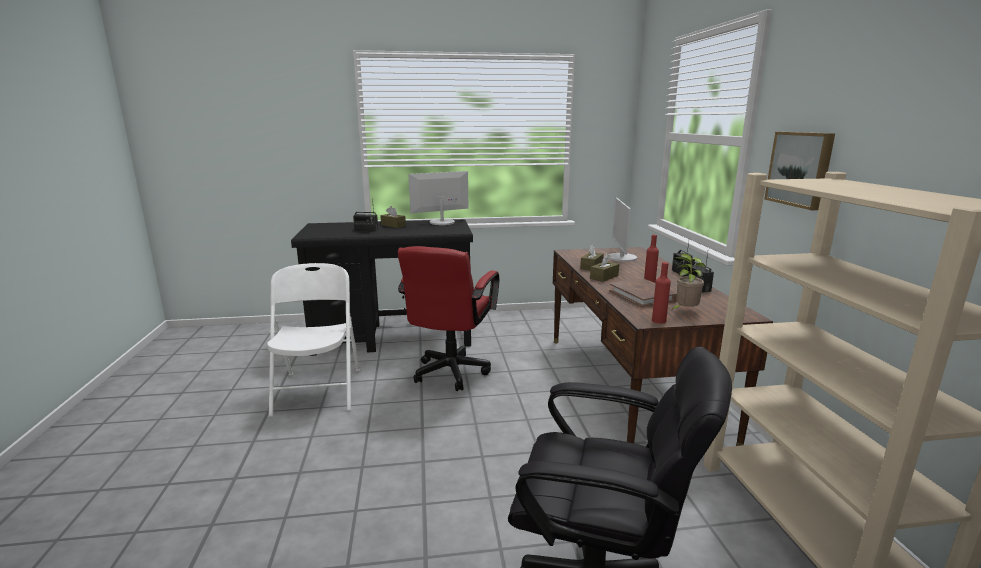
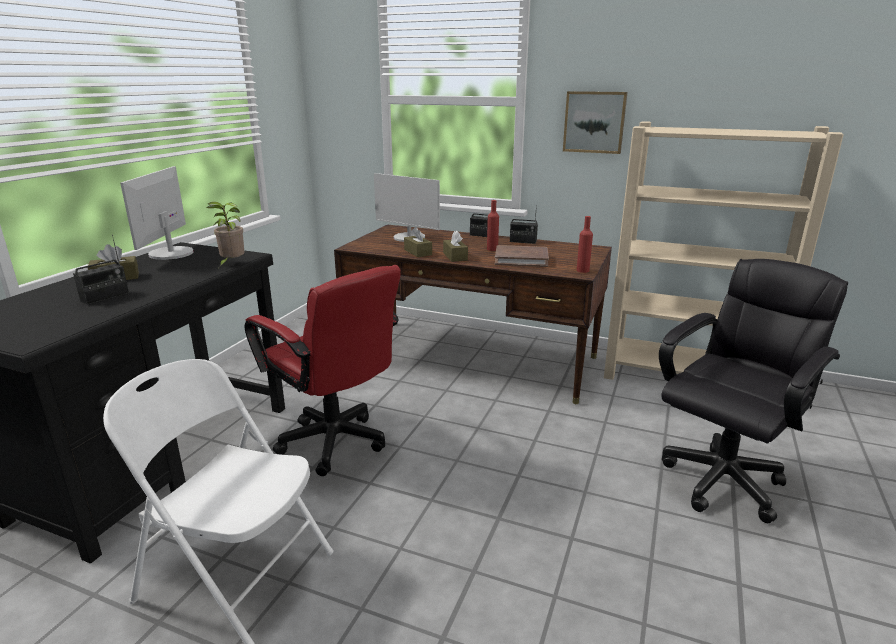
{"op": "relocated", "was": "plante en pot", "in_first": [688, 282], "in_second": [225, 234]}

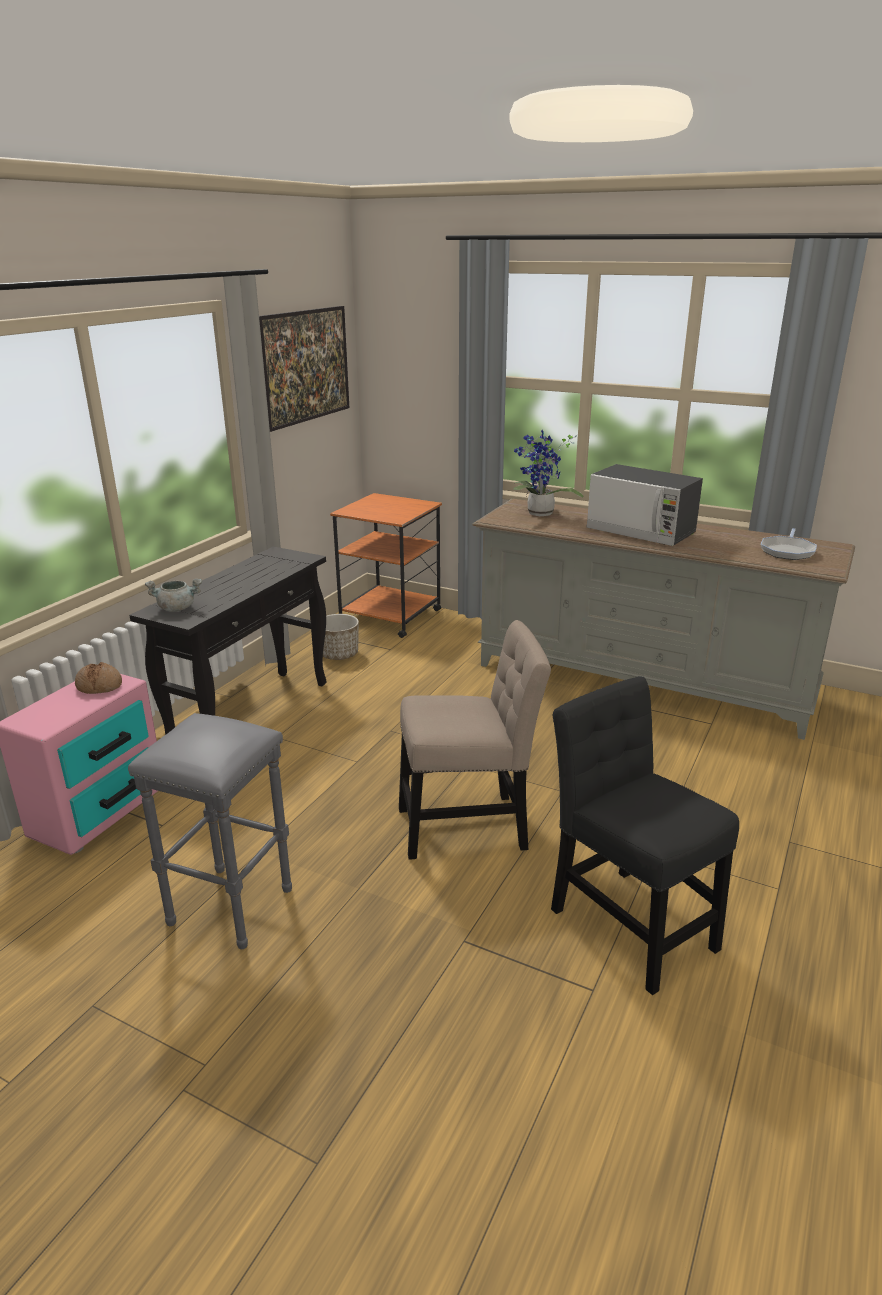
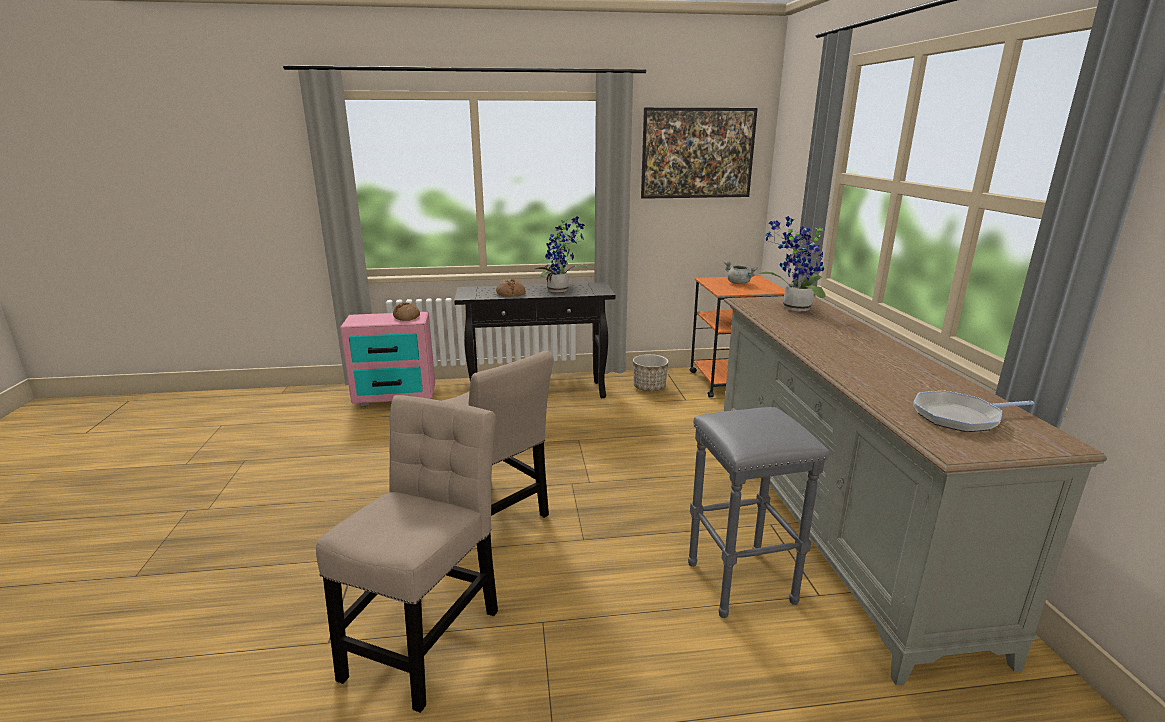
{"op": "missing", "was": "micro-ondes", "in_first": [644, 505]}
{"op": "relocated", "was": "marmite (gris)", "in_first": [173, 595], "in_second": [741, 272]}
{"op": "colour", "was": "chaise (noir)", "now": "chaise (beige)", "in_first": [645, 835], "in_second": [407, 554]}
{"op": "relocated", "was": "tabouret (gris)", "in_first": [210, 831], "in_second": [758, 512]}
{"op": "appeared", "now": "plante en pot", "in_second": [561, 254]}
{"op": "appeared", "now": "pain", "in_second": [511, 288]}

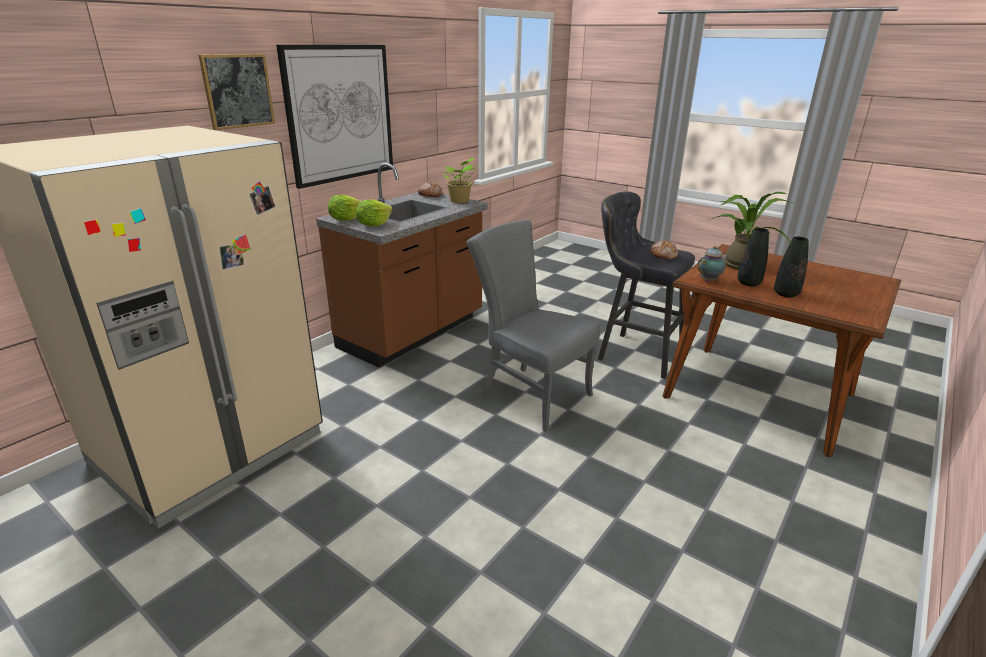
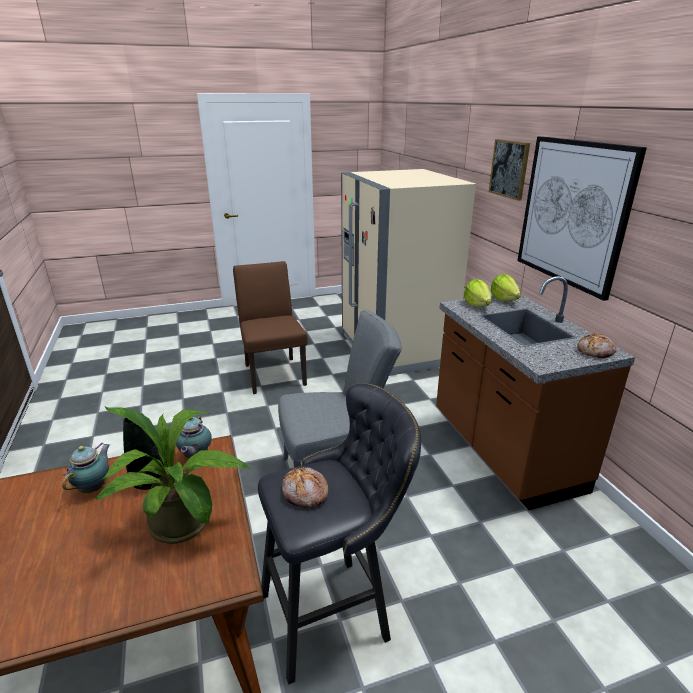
{"op": "missing", "was": "plante en pot", "in_first": [460, 180]}
{"op": "exchanged", "was": "vase (noir)", "now": "théière", "in_first": [791, 267], "in_second": [86, 468]}
{"op": "appeared", "now": "chaise (marron)", "in_second": [270, 327]}

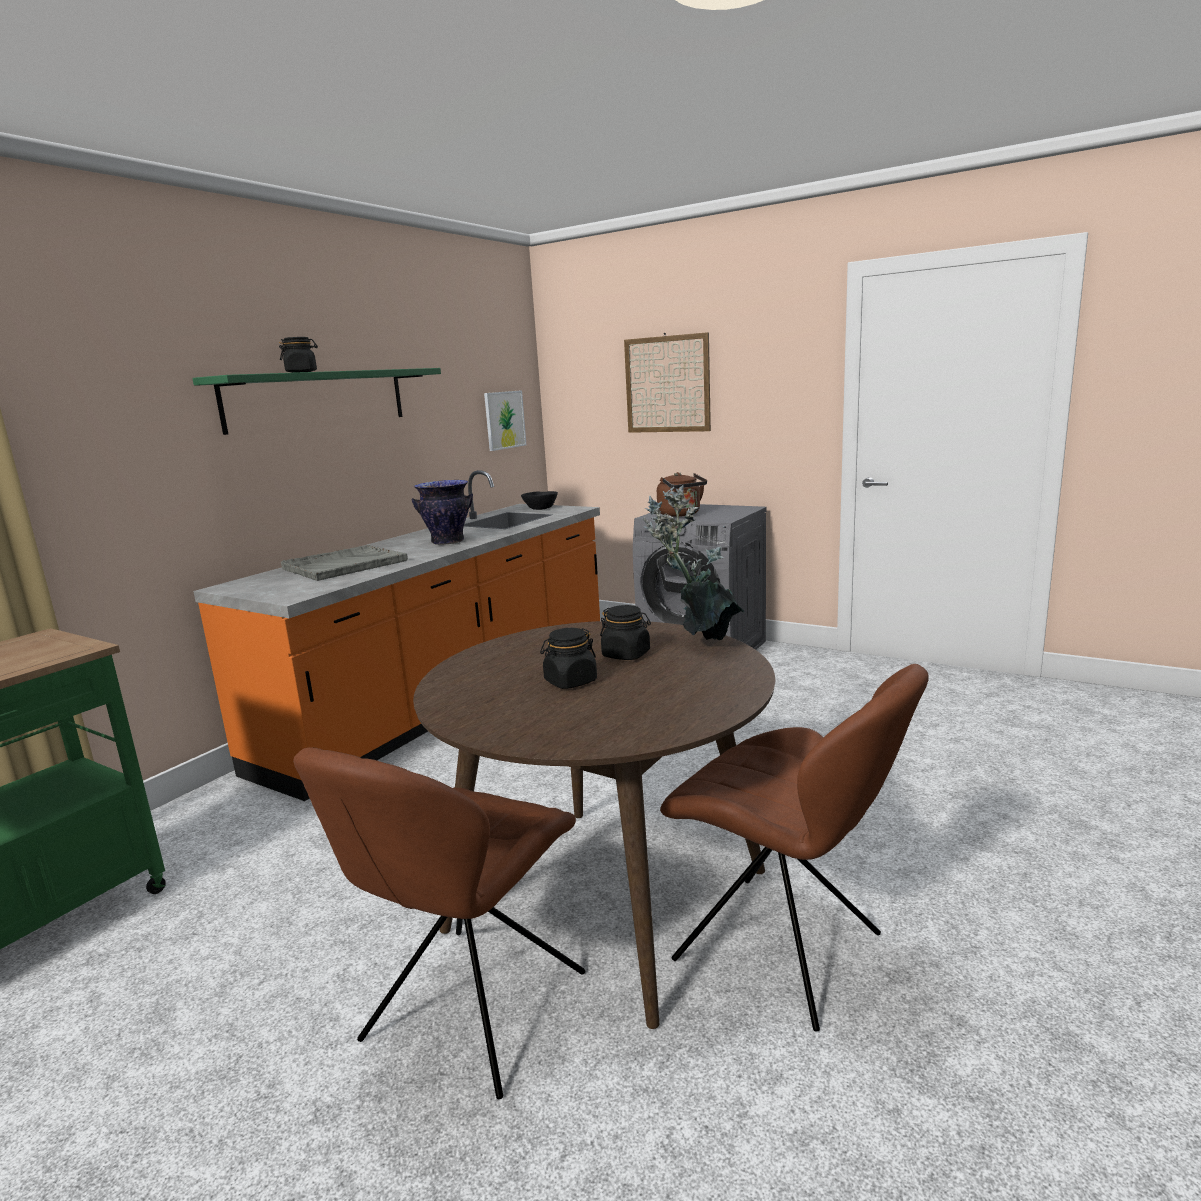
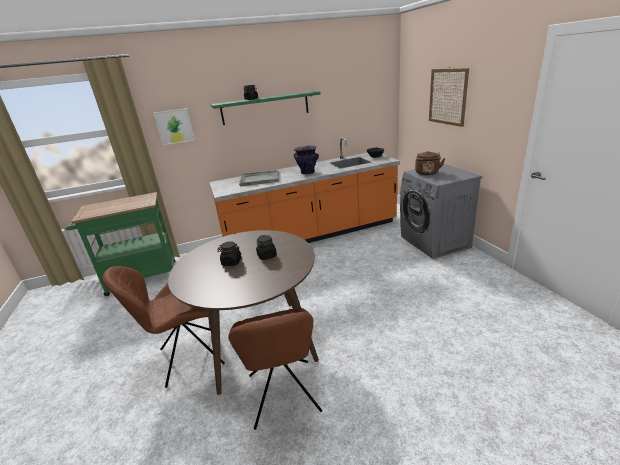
{"op": "relocated", "was": "tableau", "in_first": [505, 420], "in_second": [174, 126]}
{"op": "missing", "was": "plante en pot", "in_first": [693, 562]}

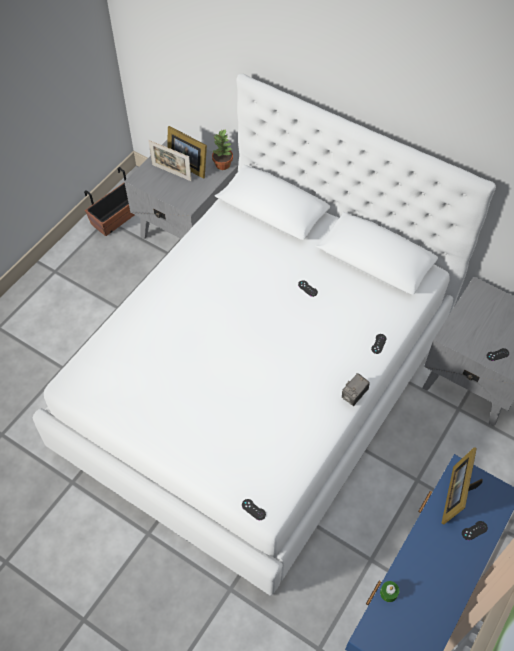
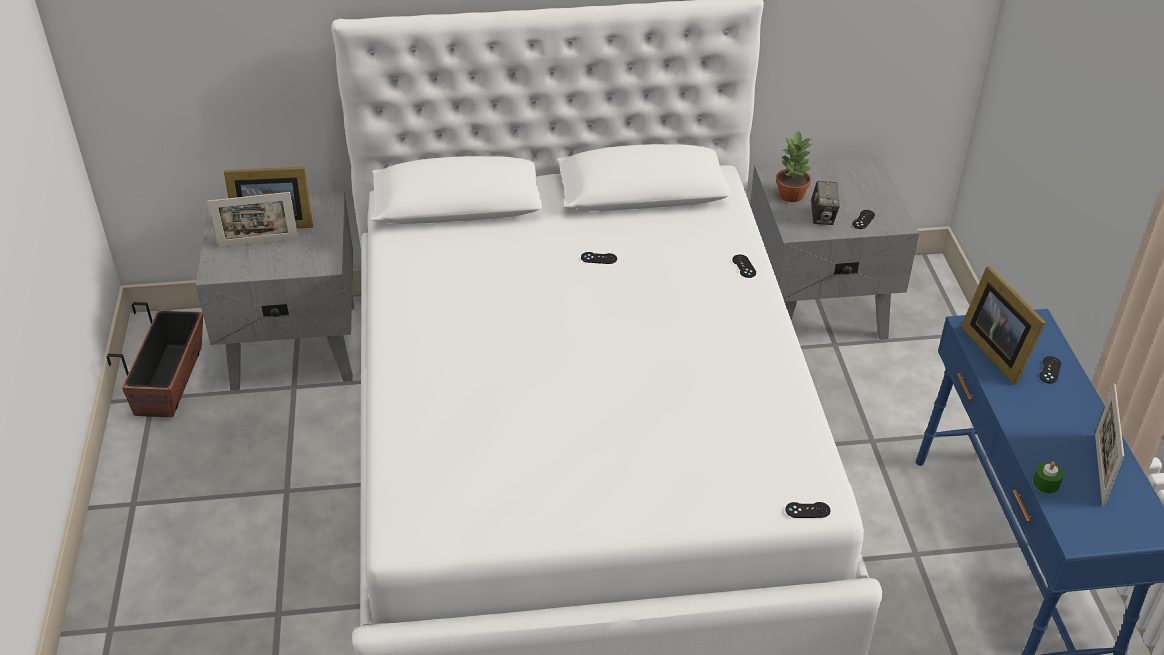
{"op": "relocated", "was": "plante en pot", "in_first": [222, 149], "in_second": [794, 166]}
{"op": "relocated", "was": "appareil photo", "in_first": [356, 389], "in_second": [825, 203]}
{"op": "appeared", "now": "cadre photo", "in_second": [1109, 445]}

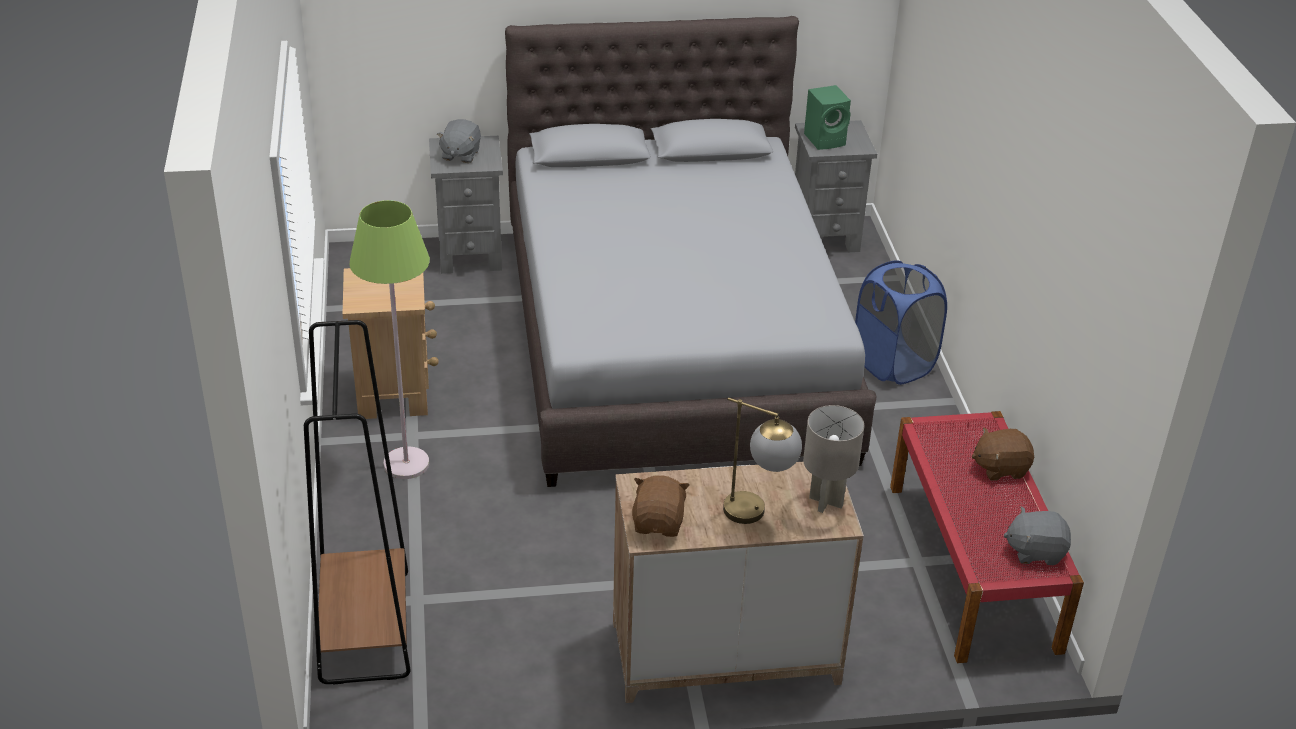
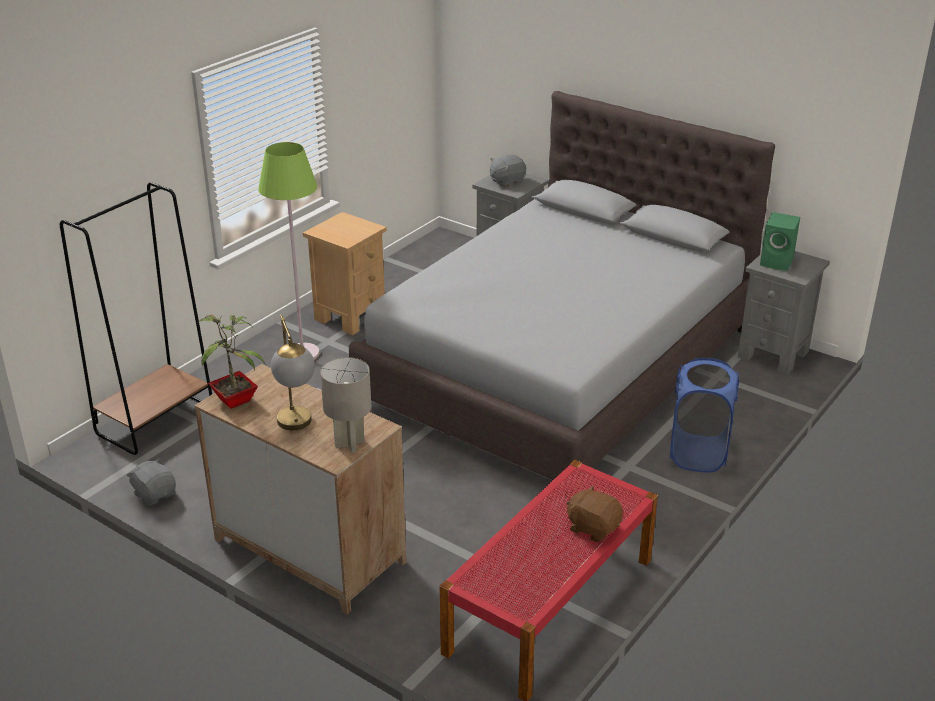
{"op": "exchanged", "was": "peluche (marron)", "now": "plante en pot", "in_first": [660, 506], "in_second": [232, 362]}
{"op": "relocated", "was": "peluche (gris)", "in_first": [1037, 535], "in_second": [151, 482]}

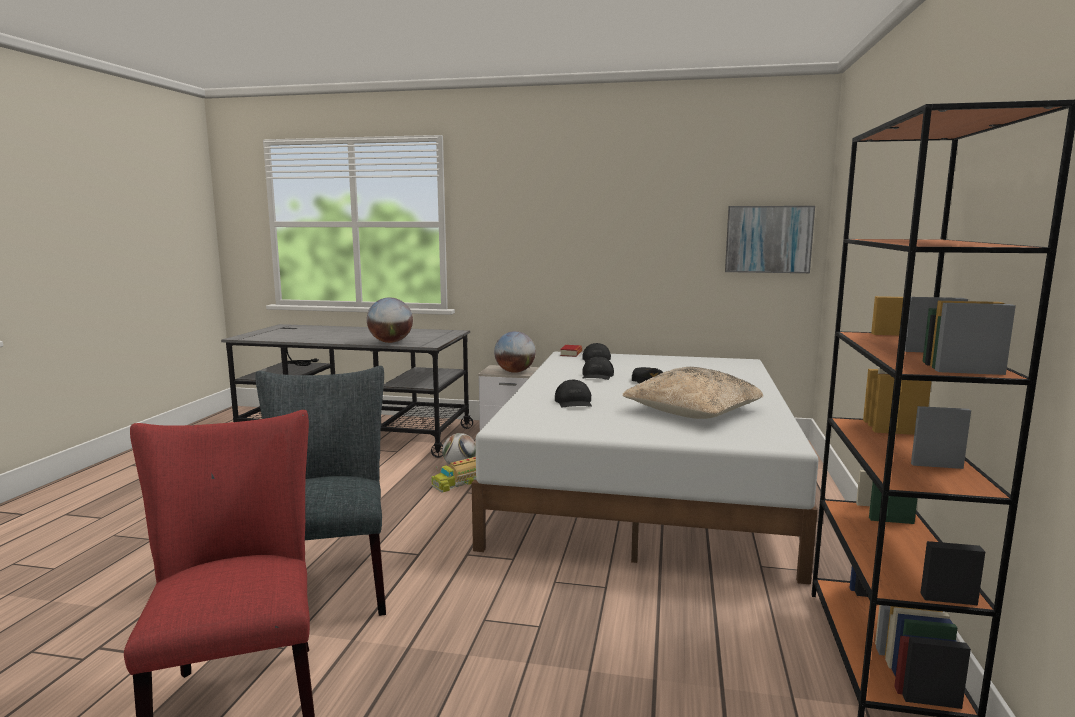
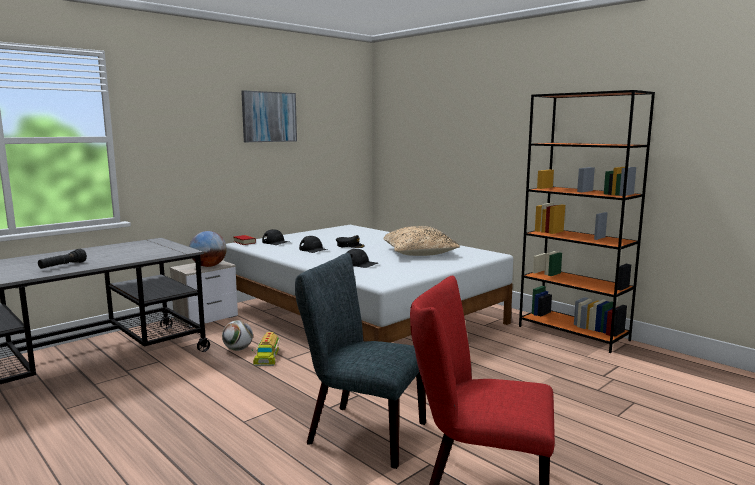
{"op": "relocated", "was": "tableau", "in_first": [770, 239], "in_second": [269, 116]}
{"op": "missing", "was": "globe", "in_first": [390, 320]}
{"op": "appeared", "now": "lampe de poche (noir)", "in_second": [62, 259]}

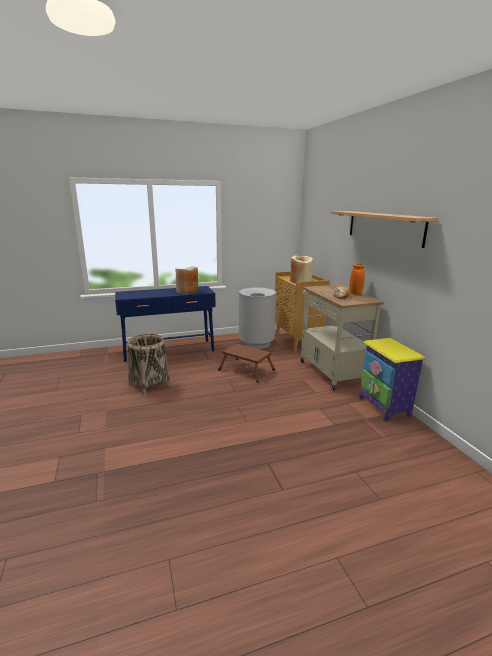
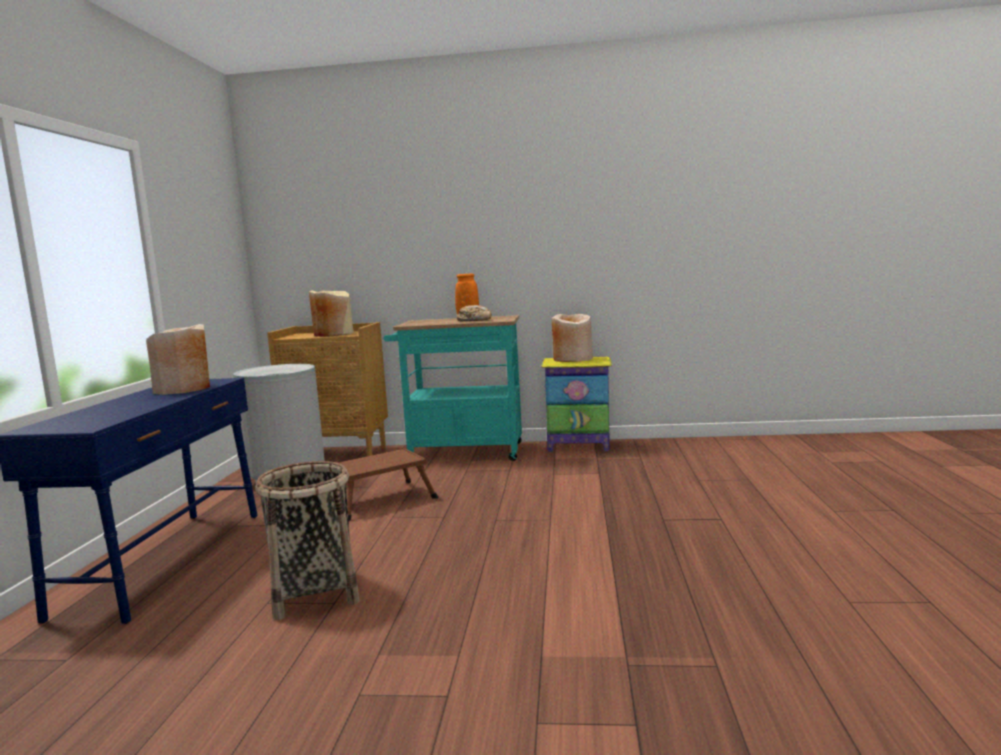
{"op": "missing", "was": "étagère", "in_first": [384, 229]}
{"op": "colour", "was": "chariot (beige)", "now": "chariot (turquoise)", "in_first": [342, 337], "in_second": [452, 388]}
{"op": "appeared", "now": "vase (beige)", "in_second": [572, 338]}

